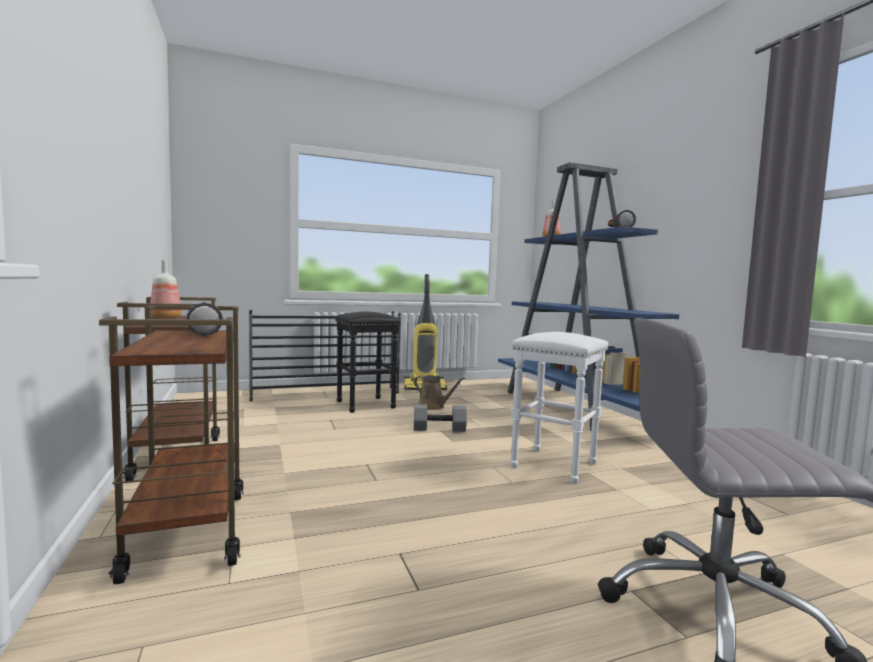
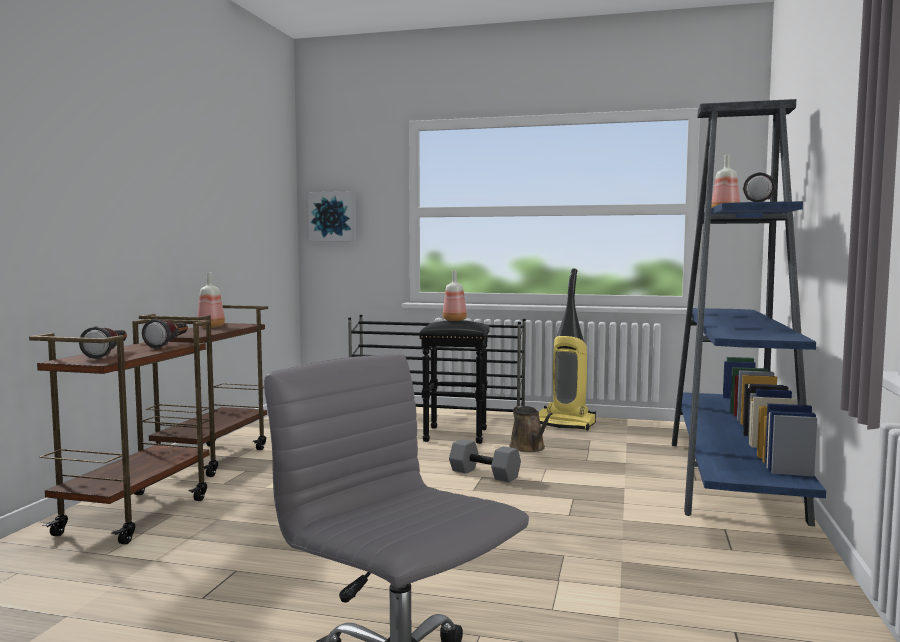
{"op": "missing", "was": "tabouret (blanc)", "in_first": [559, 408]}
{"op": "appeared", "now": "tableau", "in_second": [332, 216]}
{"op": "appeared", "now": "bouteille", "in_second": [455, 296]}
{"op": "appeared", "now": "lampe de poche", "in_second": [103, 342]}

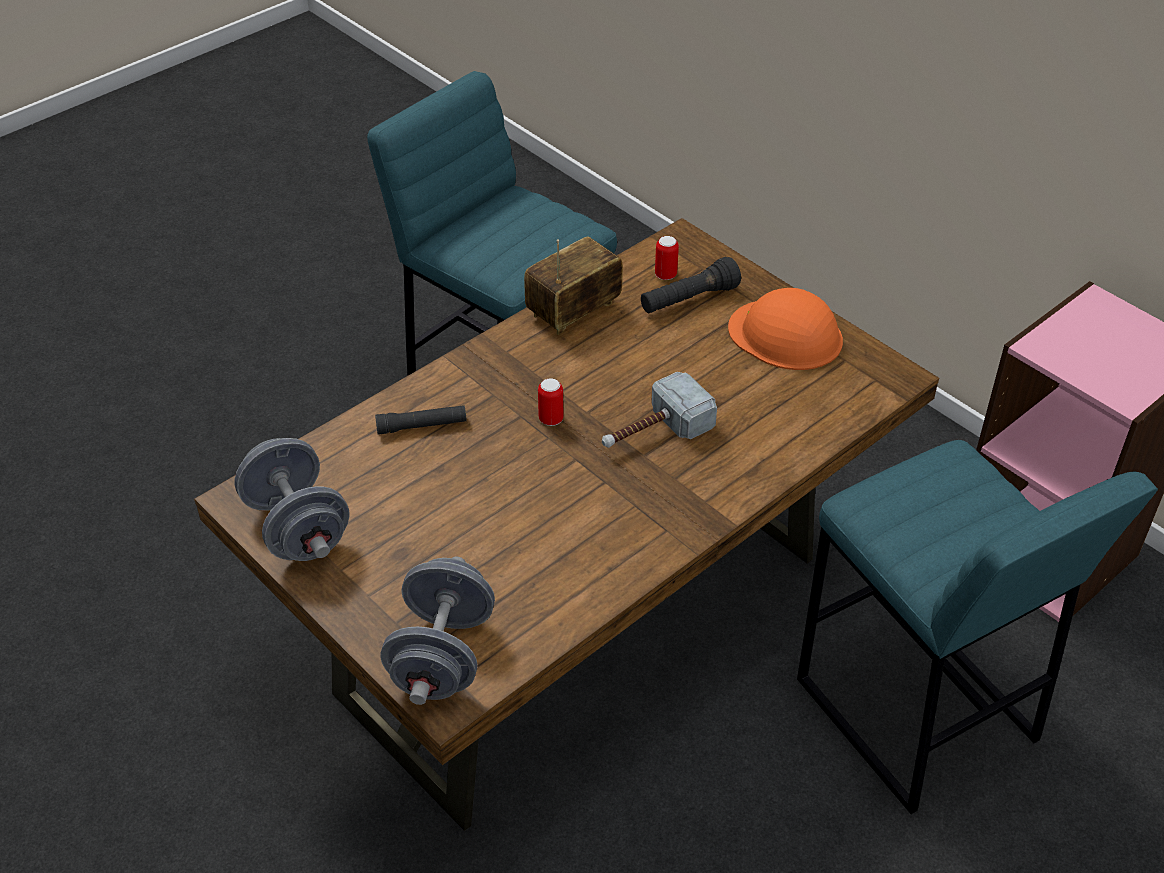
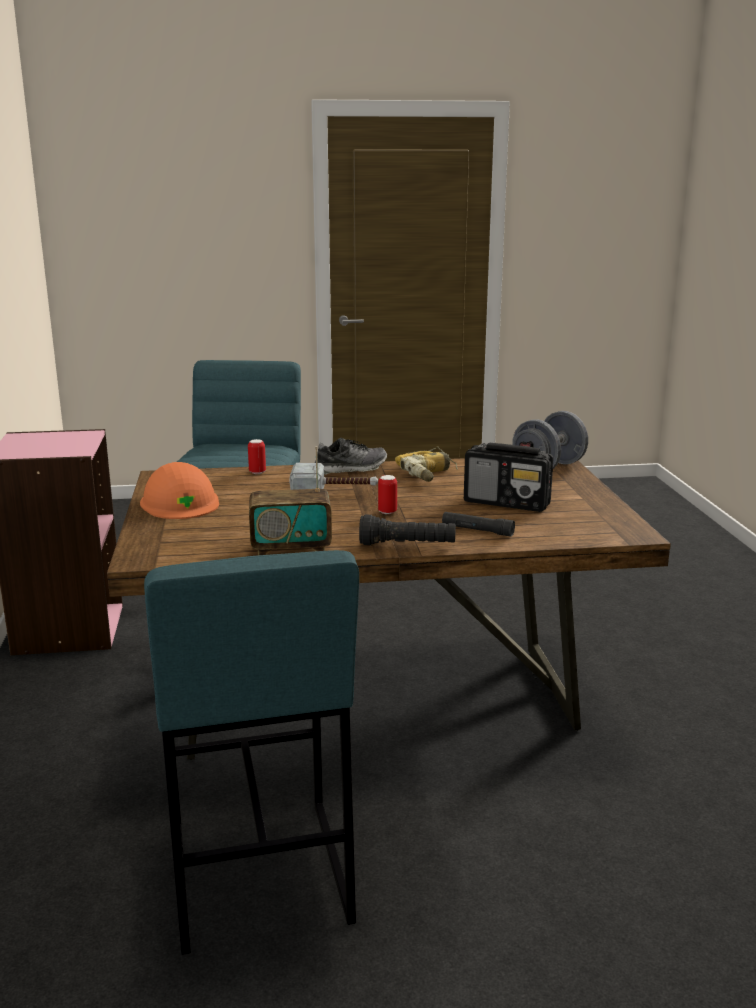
{"op": "relocated", "was": "boîte métallique", "in_first": [667, 258], "in_second": [257, 456]}
{"op": "relocated", "was": "lampe de poche (noir)", "in_first": [691, 285], "in_second": [407, 530]}
{"op": "missing", "was": "haltère (gris)", "in_first": [292, 499]}
{"op": "appeared", "now": "chaussure", "in_second": [351, 456]}
{"op": "appeared", "now": "radio", "in_second": [509, 477]}
{"op": "appeared", "now": "perceuse", "in_second": [426, 464]}

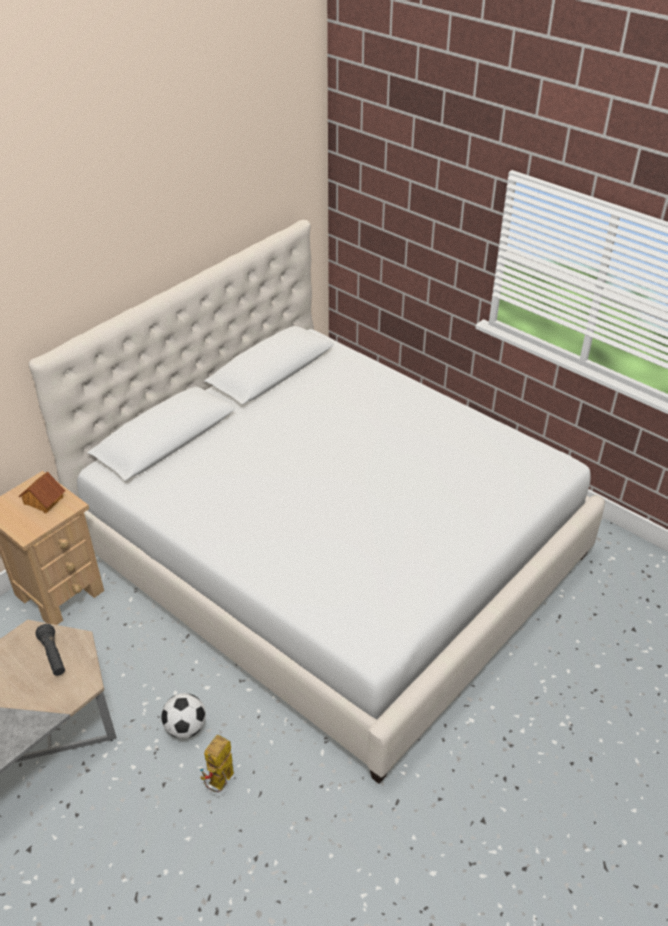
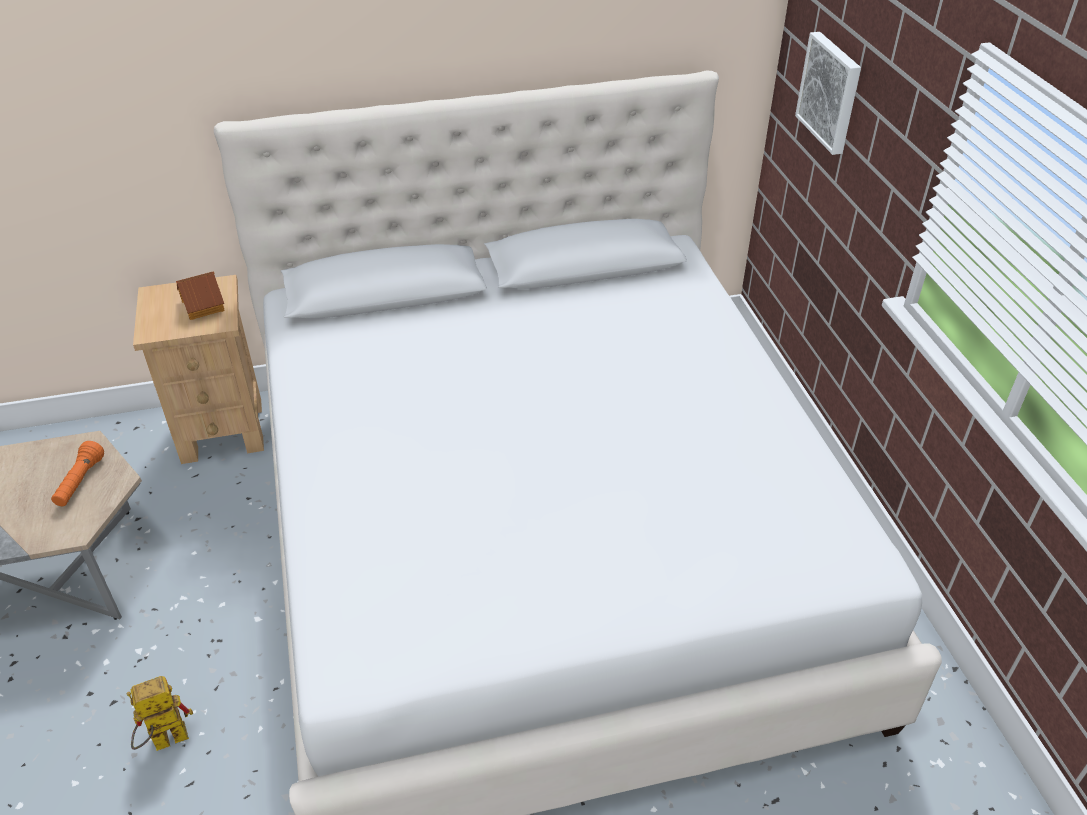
{"op": "colour", "was": "lampe de poche (noir)", "now": "lampe de poche (orange)", "in_first": [50, 650], "in_second": [77, 473]}
{"op": "missing", "was": "ballon de foot", "in_first": [183, 716]}
{"op": "appeared", "now": "tableau", "in_second": [828, 93]}

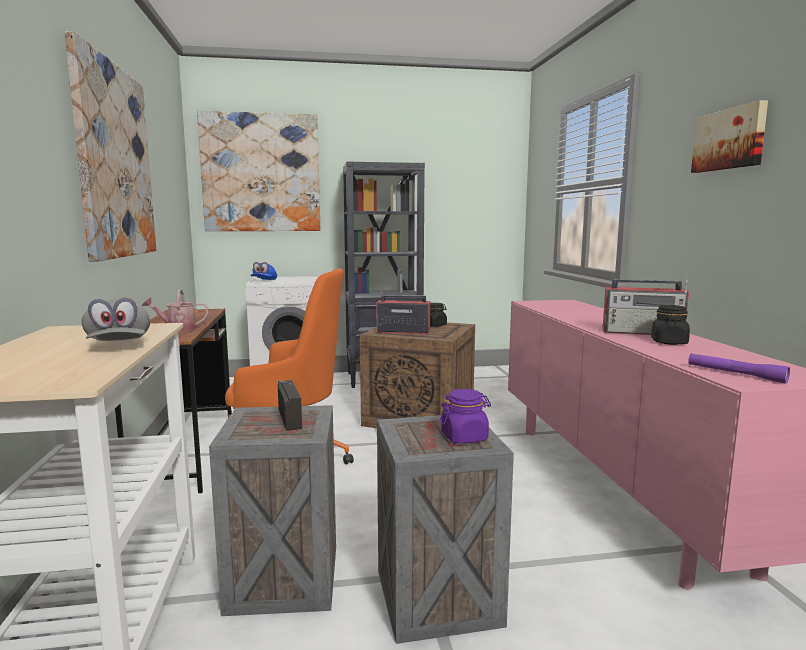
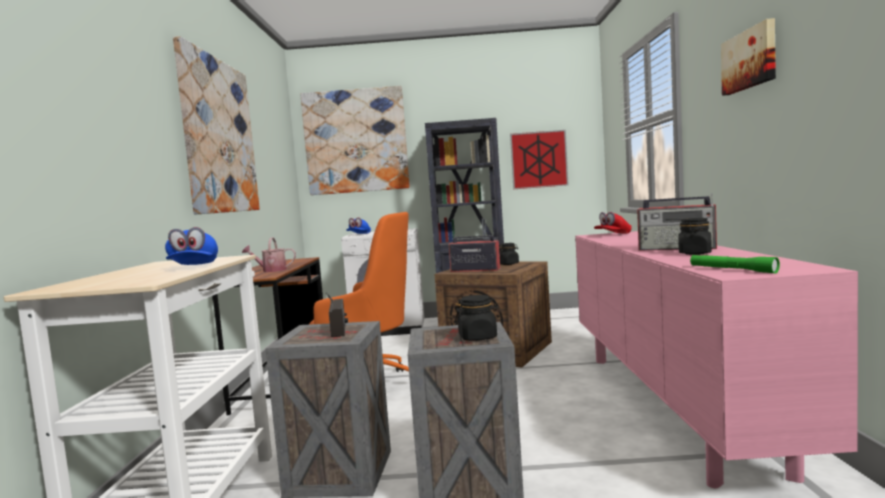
{"op": "colour", "was": "casquette (gris)", "now": "casquette (bleu)", "in_first": [115, 319], "in_second": [191, 246]}
{"op": "colour", "was": "lampe de poche (violet)", "now": "lampe de poche (vert)", "in_first": [739, 368], "in_second": [735, 264]}
{"op": "colour", "was": "bocal (violet)", "now": "bocal (noir)", "in_first": [465, 416], "in_second": [476, 318]}
{"op": "appeared", "now": "tableau", "in_second": [539, 159]}
{"op": "appeared", "now": "casquette (rouge)", "in_second": [613, 223]}

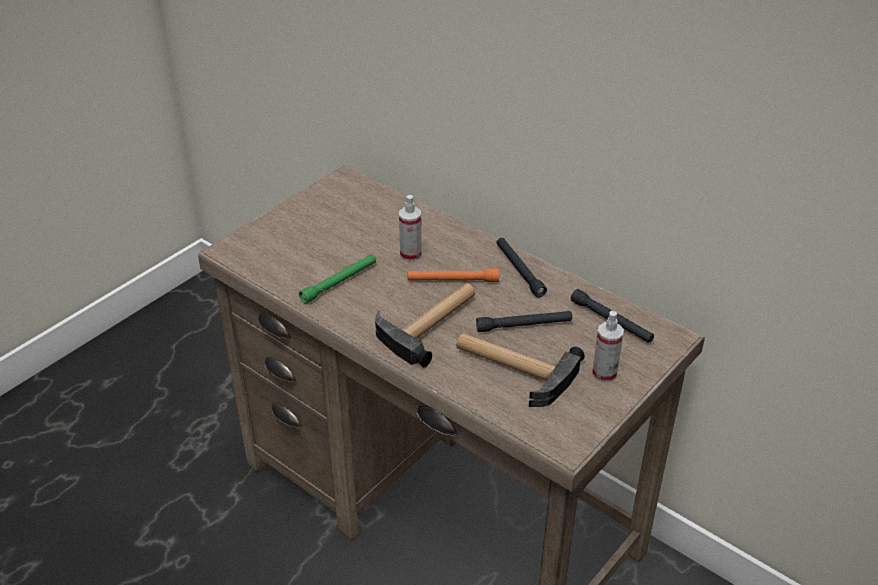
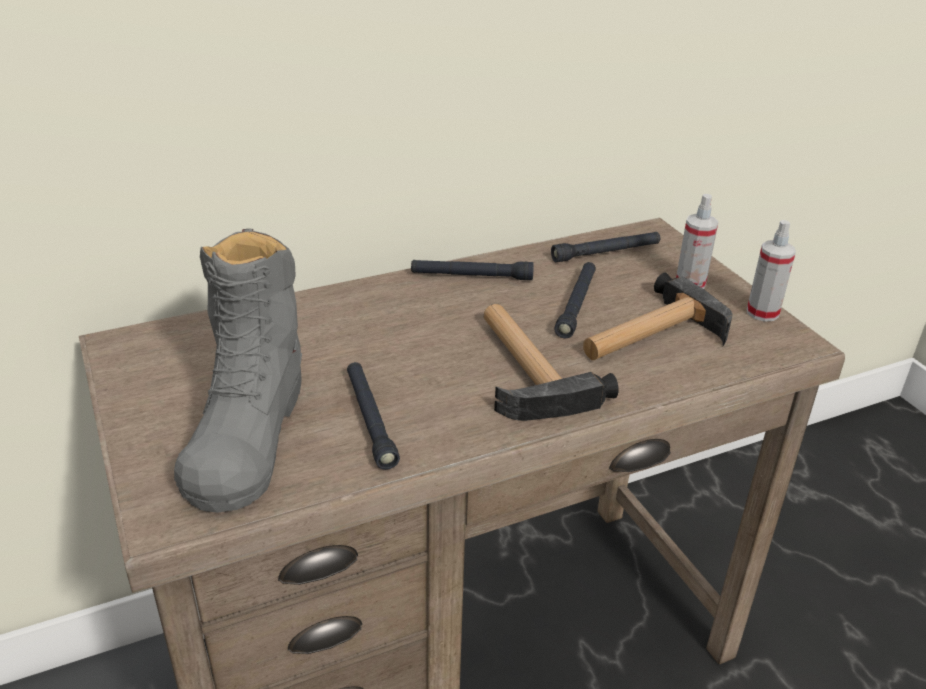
{"op": "relocated", "was": "vaporisateur", "in_first": [410, 228], "in_second": [771, 271]}
{"op": "colour", "was": "lampe de poche (vert)", "now": "lampe de poche (noir)", "in_first": [337, 279], "in_second": [373, 416]}
{"op": "missing", "was": "lampe de poche (orange)", "in_first": [453, 275]}
{"op": "appeared", "now": "botte (gris)", "in_second": [238, 371]}

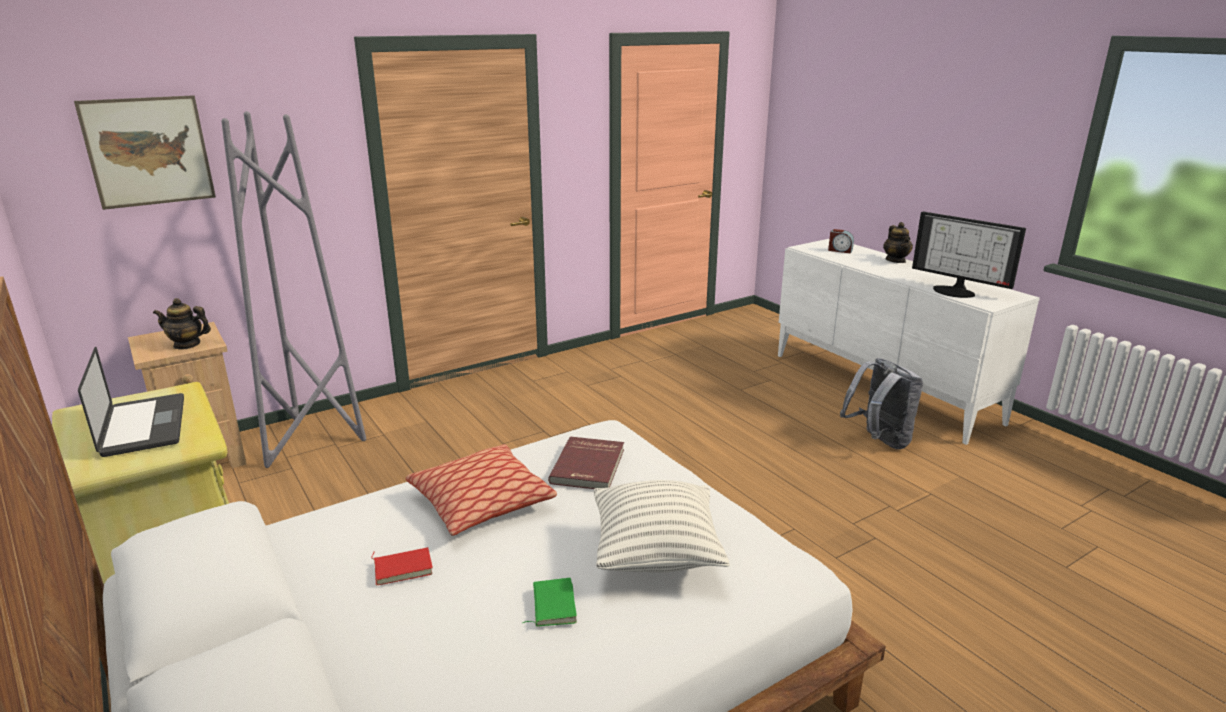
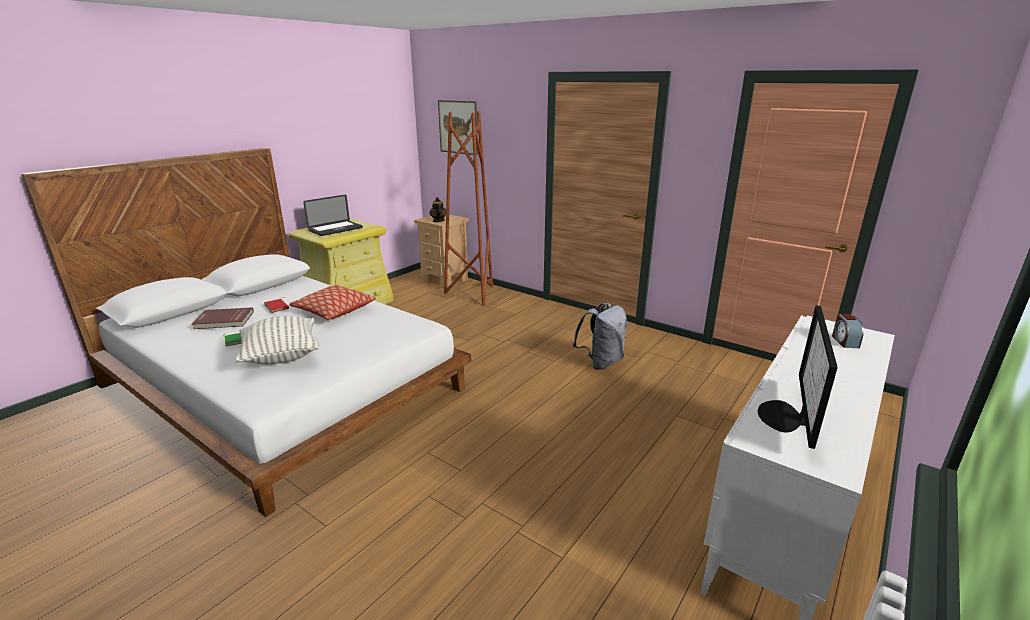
{"op": "colour", "was": "portant (gris)", "now": "portant (marron)", "in_first": [293, 289], "in_second": [468, 208]}
{"op": "missing", "was": "théière", "in_first": [898, 242]}
{"op": "relocated", "was": "sac à dos (gris)", "in_first": [881, 403], "in_second": [600, 336]}
{"op": "relocated", "was": "livre (rouge)", "in_first": [586, 463], "in_second": [223, 318]}

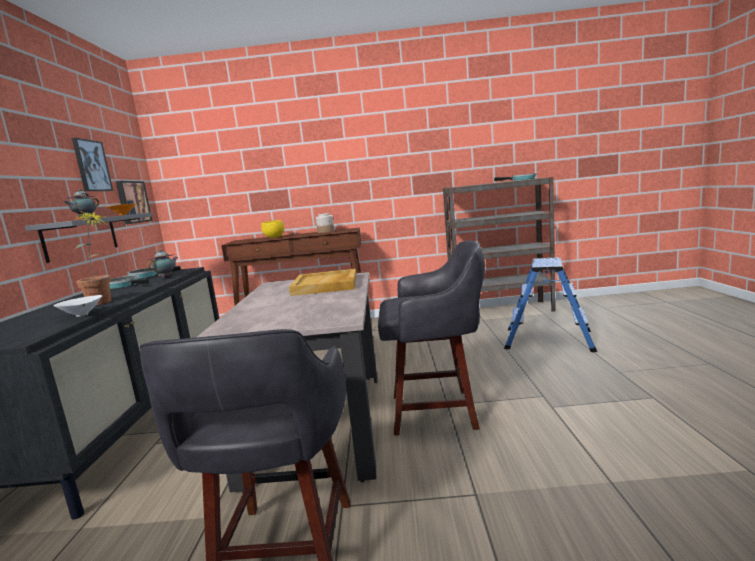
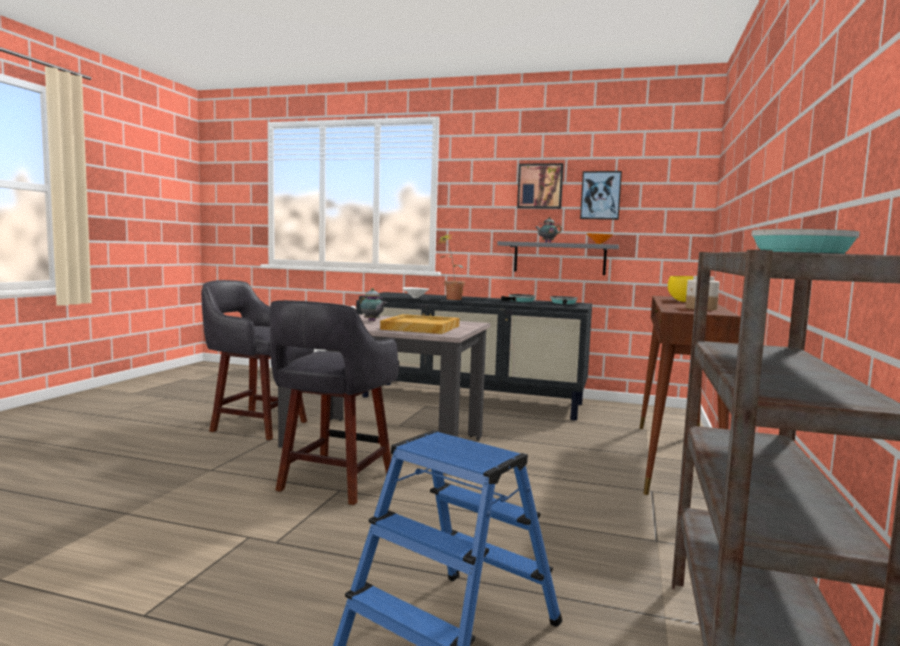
{"op": "relocated", "was": "tableau", "in_first": [134, 202], "in_second": [540, 186]}
{"op": "relocated", "was": "théière", "in_first": [163, 263], "in_second": [373, 304]}

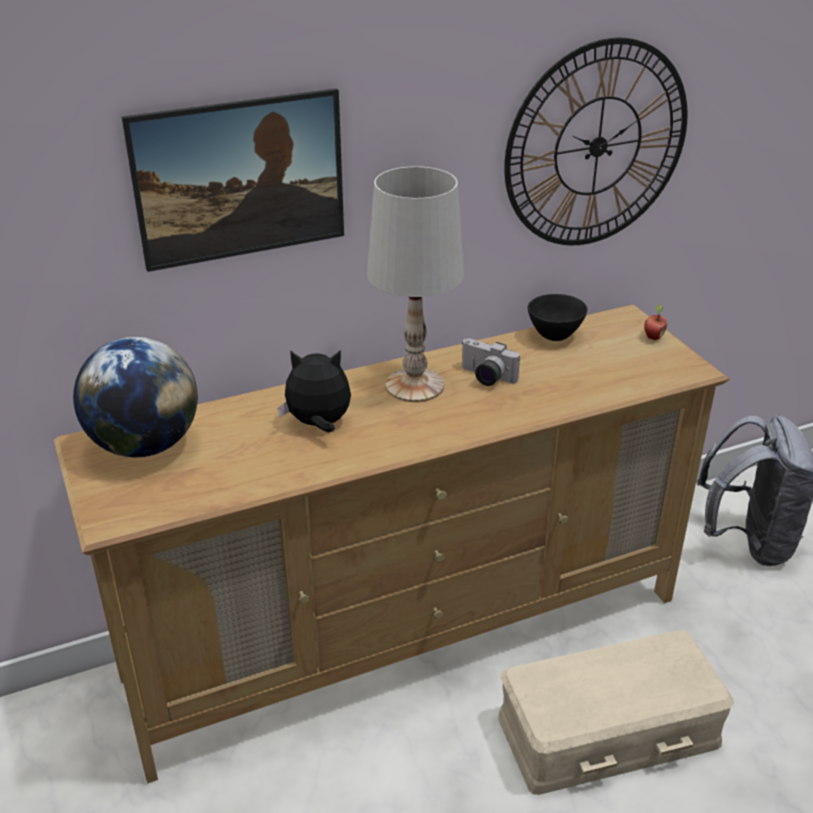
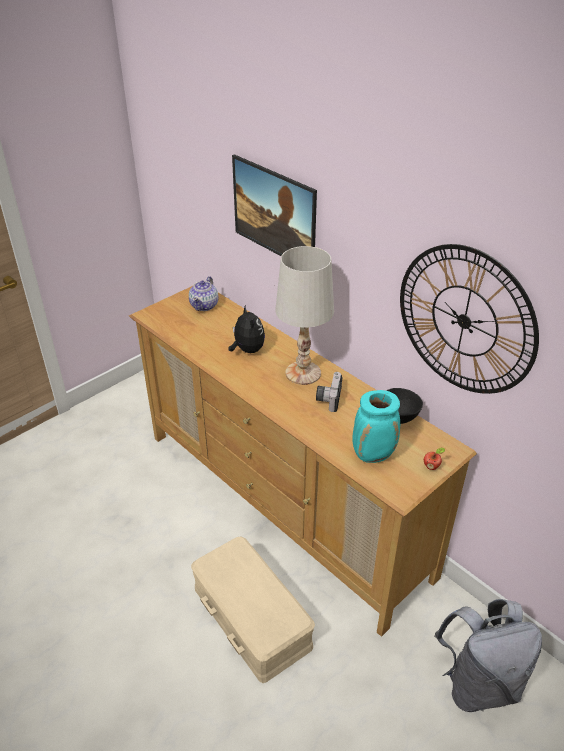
{"op": "exchanged", "was": "globe", "now": "théière", "in_first": [135, 397], "in_second": [204, 293]}
{"op": "appeared", "now": "vase (turquoise)", "in_second": [376, 426]}

